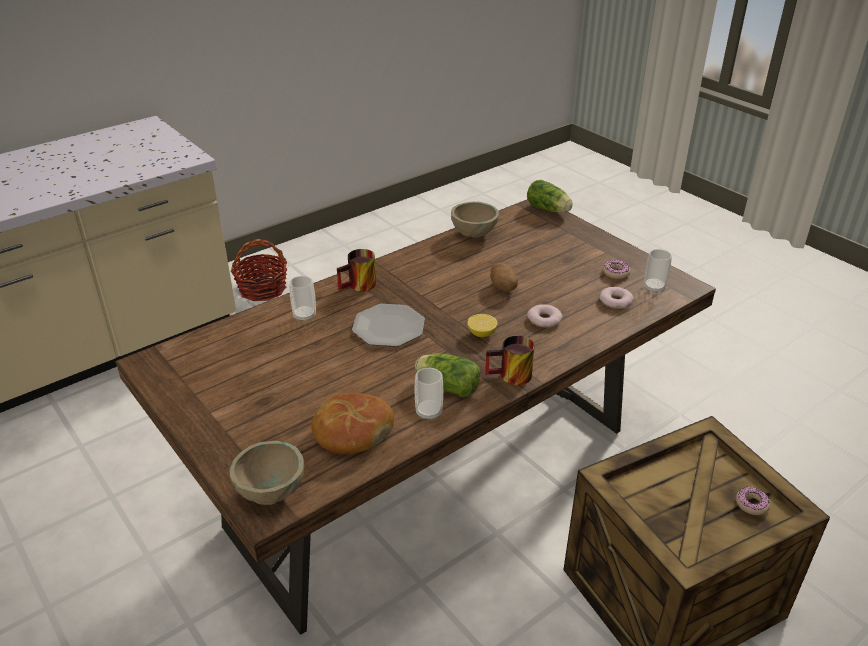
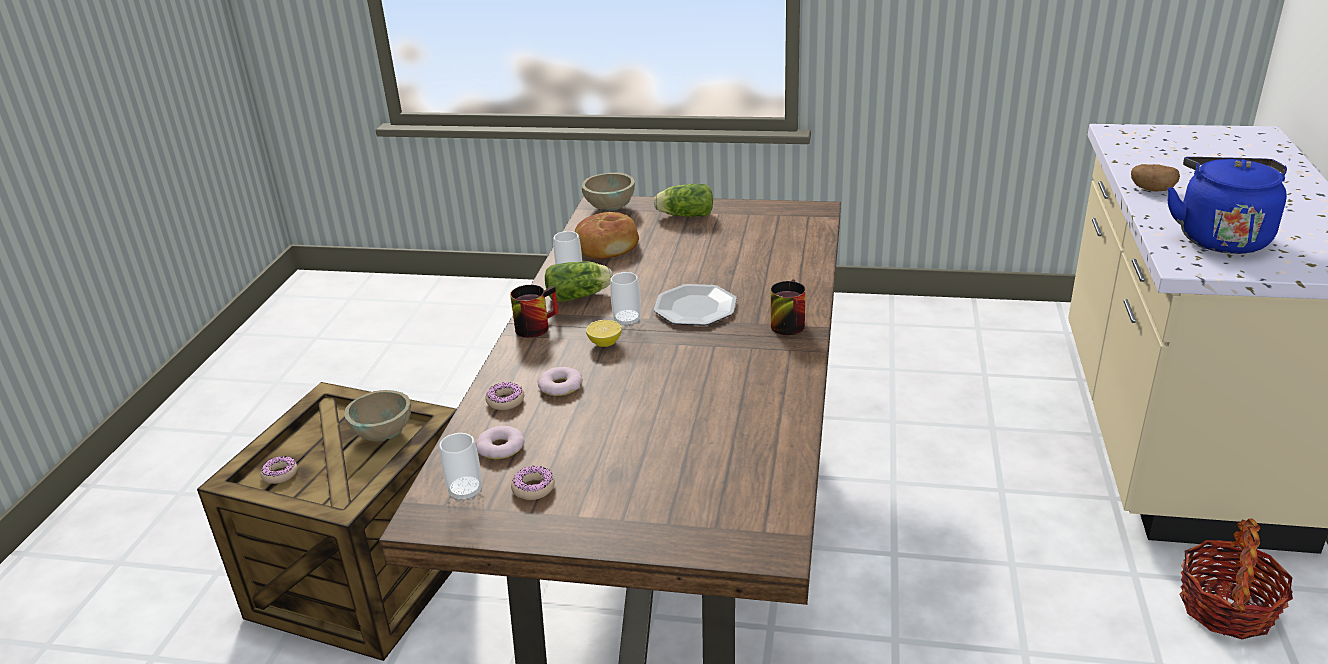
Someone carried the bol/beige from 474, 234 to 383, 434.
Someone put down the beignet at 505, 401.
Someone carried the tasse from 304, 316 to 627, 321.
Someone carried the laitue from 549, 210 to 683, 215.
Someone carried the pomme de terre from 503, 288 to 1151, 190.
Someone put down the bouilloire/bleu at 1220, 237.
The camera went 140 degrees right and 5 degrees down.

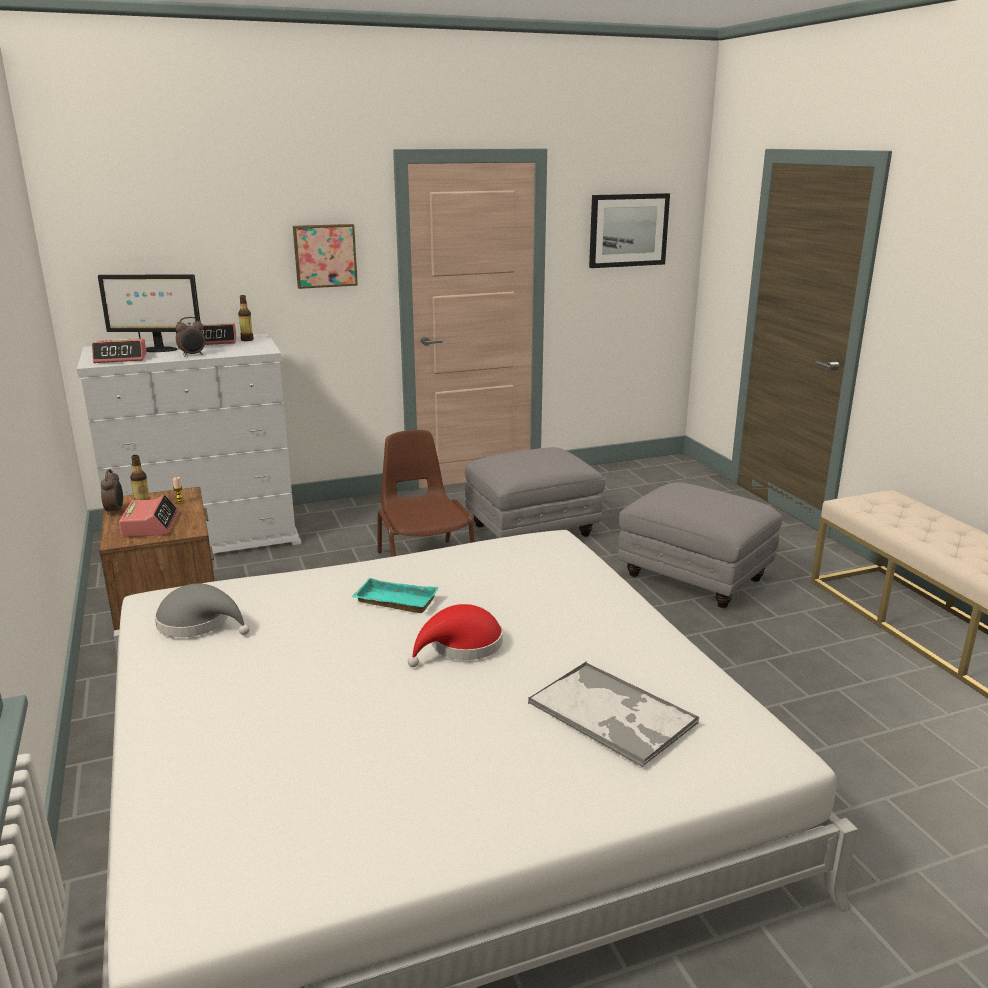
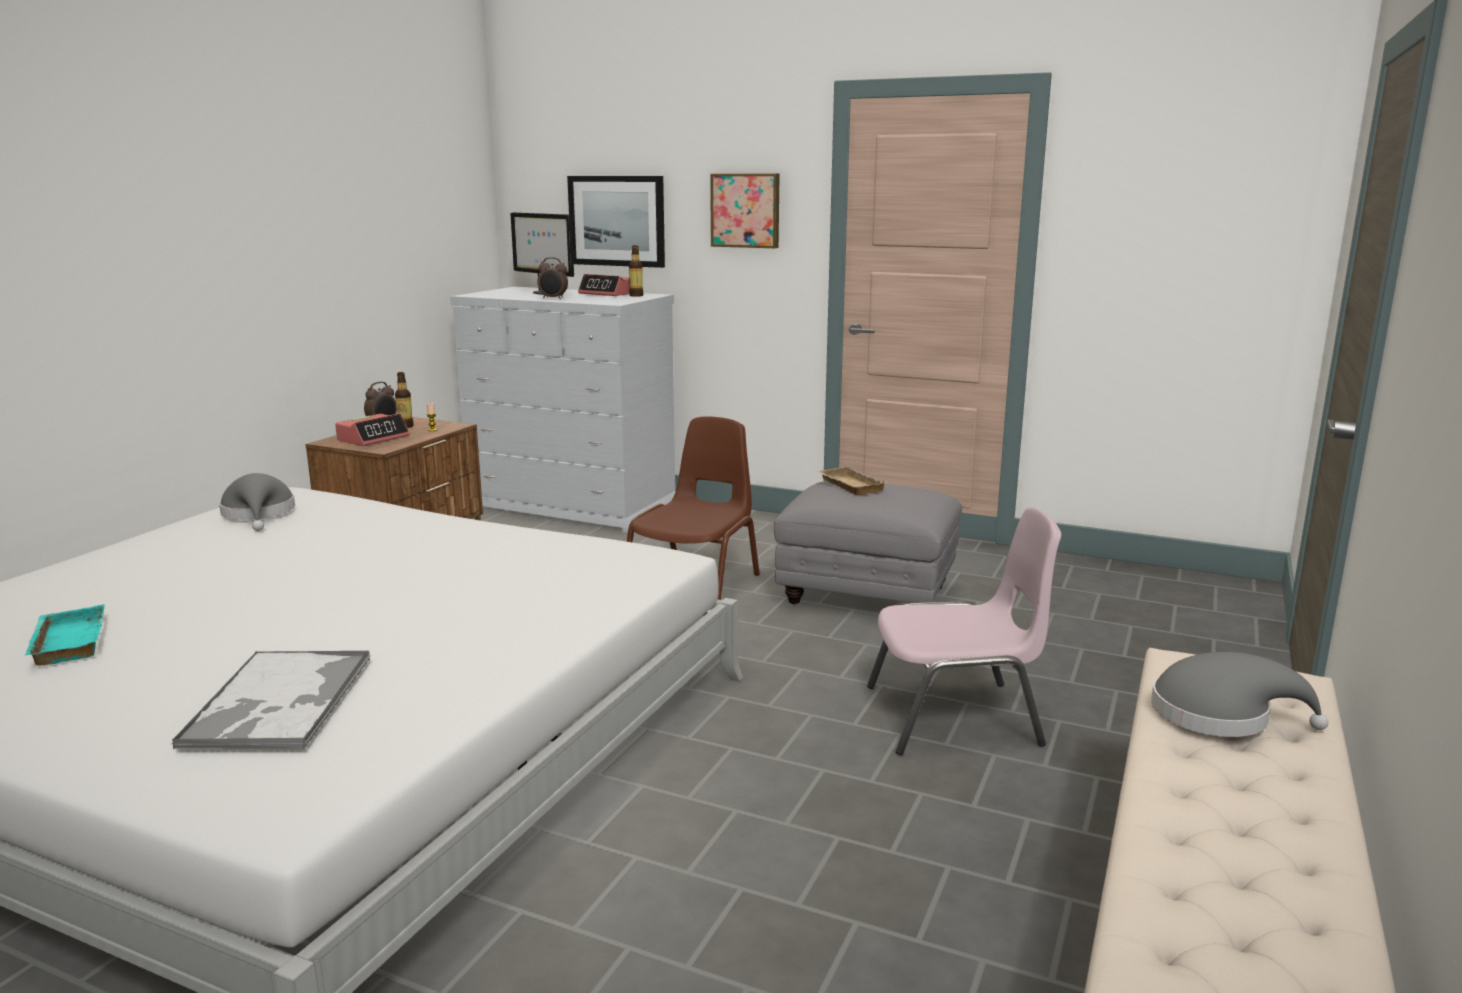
Someone carried the plateau/turquoise from 394, 602 to 66, 642.
Someone carried the tableau from 628, 230 to 617, 221.
Someone put down the plateau/beige at 848, 486.
Someone swapped the pouf/gris at 695, 578 for the chaise/rose at 955, 717.
Someone put down the chapeau/gris at 1220, 715.
Someone took away the réveil at 121, 358.
Someone took away the chapeau/rouge at 461, 646.
The camera went 45 degrees right and 5 degrees down.

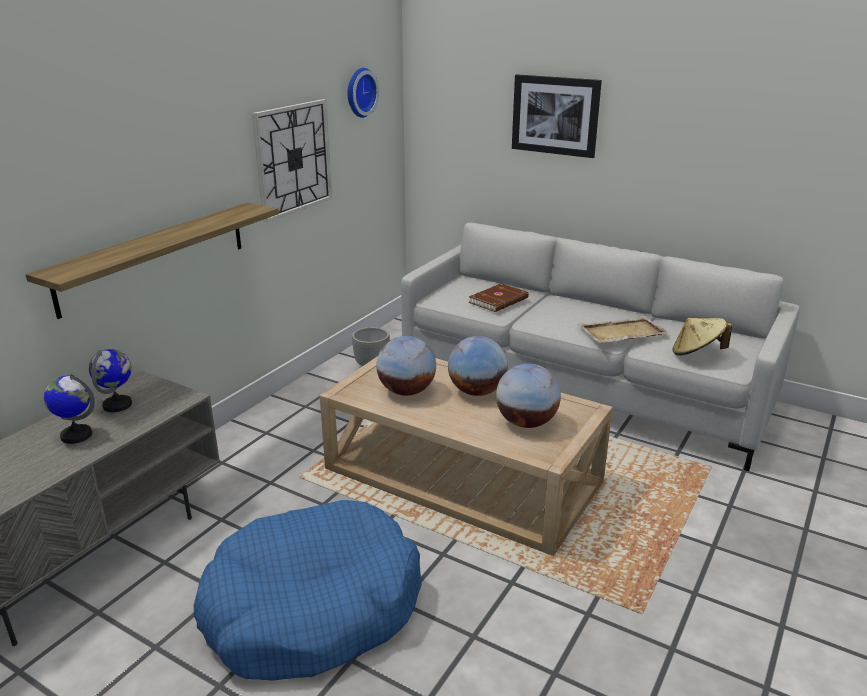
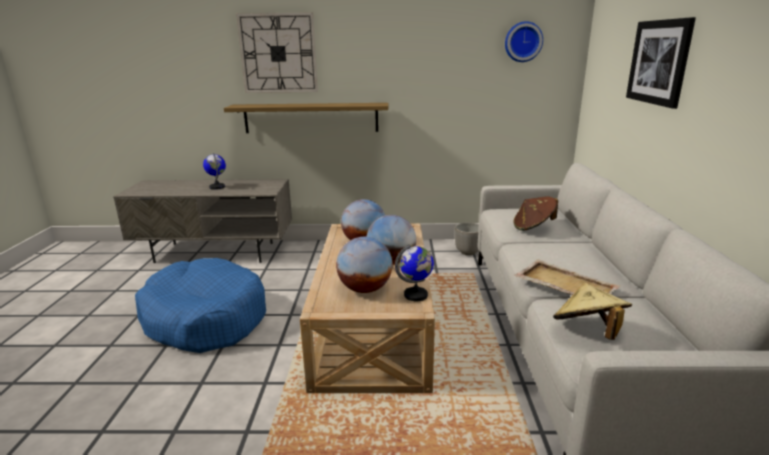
Someone carried the horloge murale from 293, 159 to 278, 53.
Someone carried the globe from 118, 405 to 416, 295.
Someone swapped the livre/marron at 499, 300 for the chapeau/marron at 533, 227.
The camera went 60 degrees right and 5 degrees down.

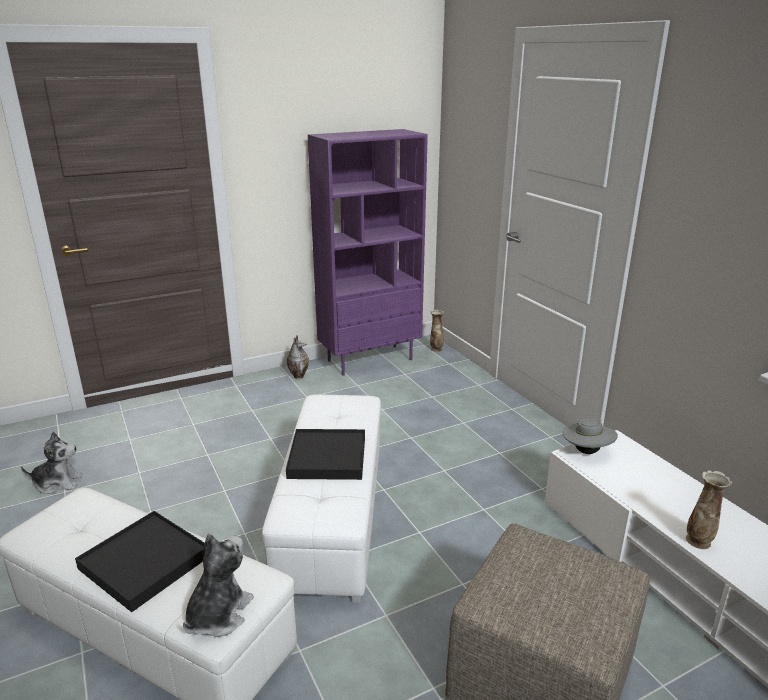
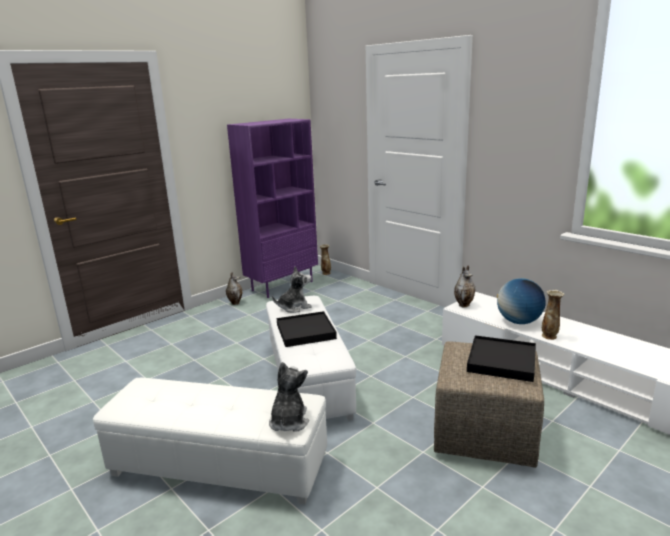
Someone carried the peluche from 58, 483 to 294, 307.
Someone swapped the chapeau/gris at 587, 451 for the vase at 464, 305.
Someone carried the plateau/noir from 144, 563 to 502, 361.
Someone put down the globe at 519, 322.
The camera went 15 degrees left and 5 degrees down.

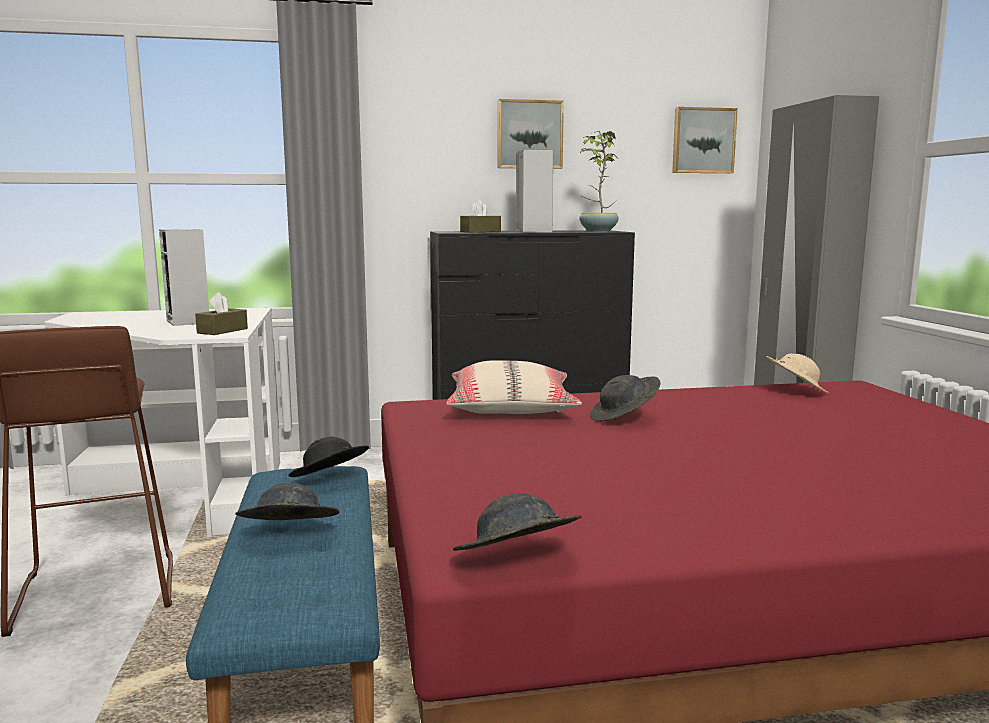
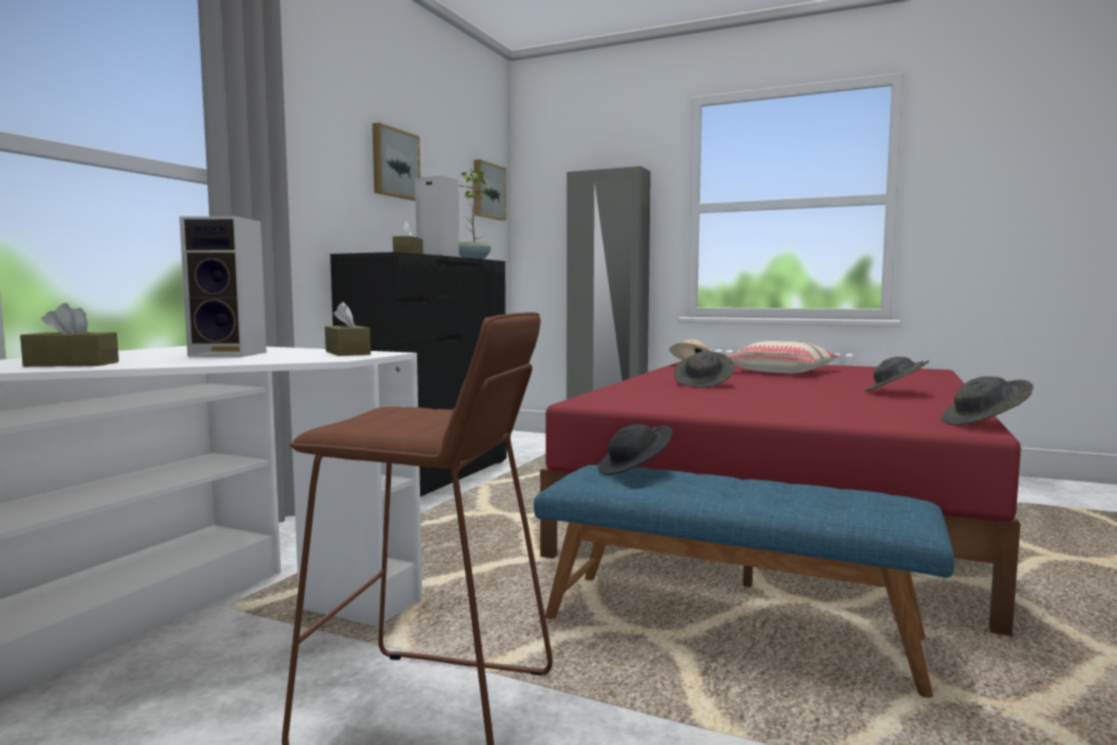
Someone put down the boîte à mouchoirs/marron at 72, 364.
Someone carried the coussin/beige from 511, 407 to 782, 371.
Someone carried the chapeau/gris from 288, 536 to 895, 393.
The camera went 55 degrees left and 5 degrees down.

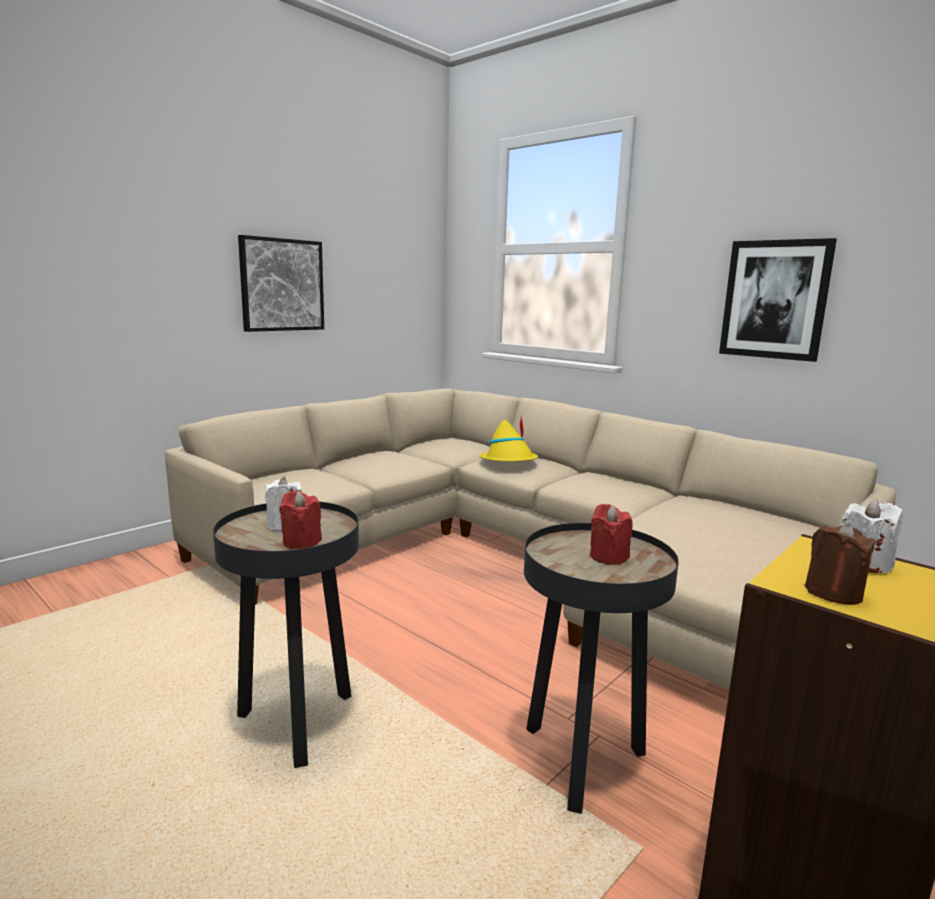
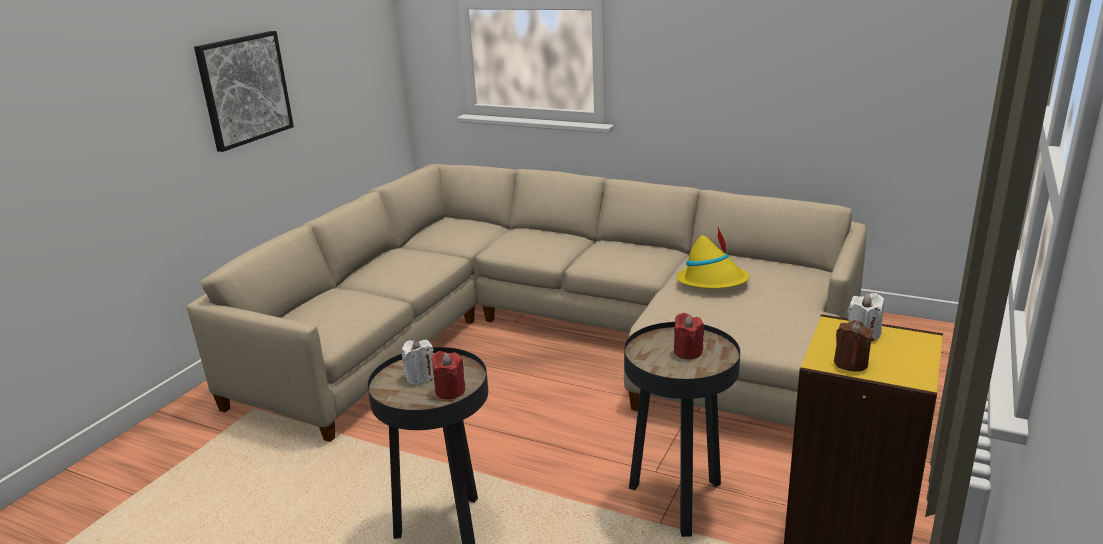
Someone carried the chapeau/jaune from 509, 461 to 713, 282.
Someone took away the tableau at 775, 300.
The camera went 15 degrees left and 10 degrees up.

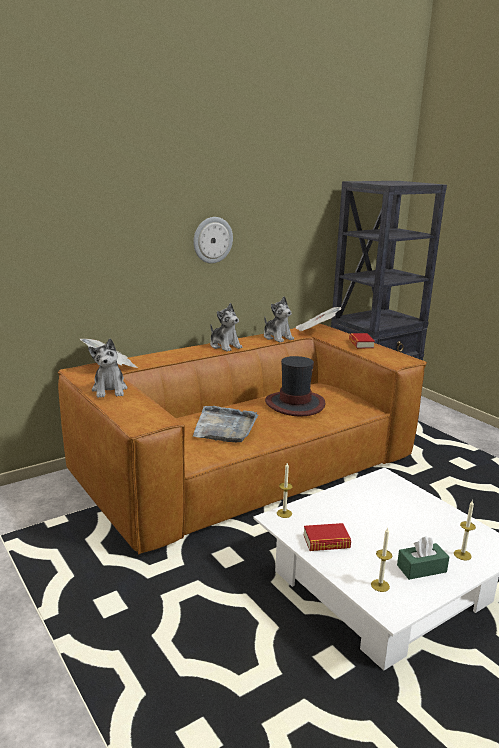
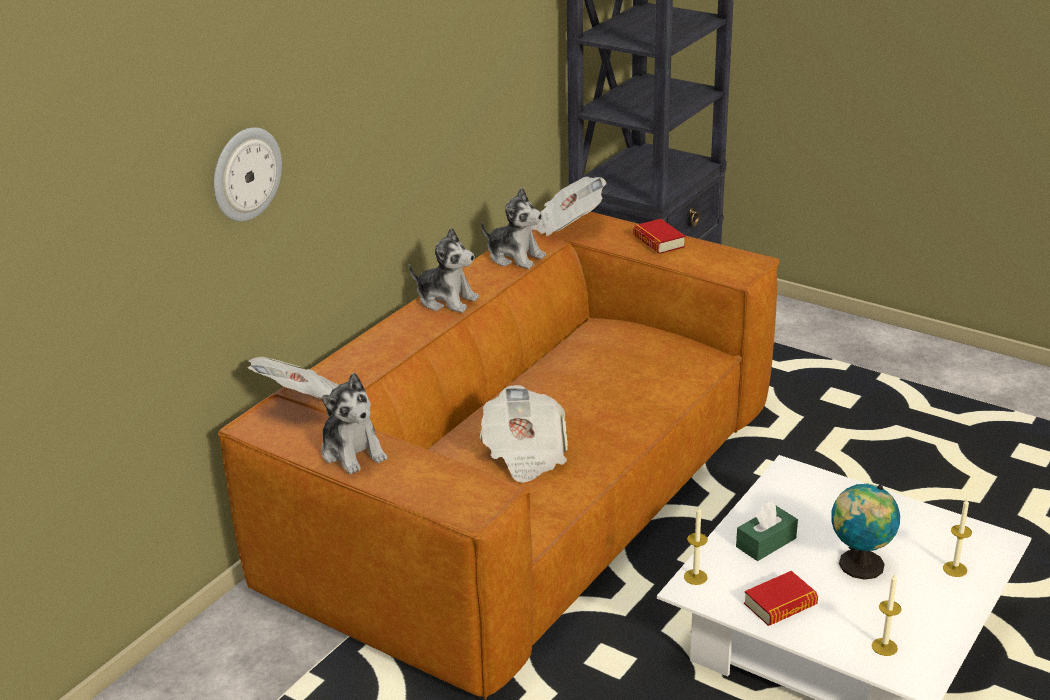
Someone carried the horloge murale from 212, 240 to 245, 174.
Someone swapped the plateau/gris at 225, 427 for the journal at 525, 455.
Someone carried the boîte à mouchoirs/vert from 421, 568 to 766, 542.
Someone put down the globe at 859, 566.
Someone took away the chapeau at 295, 404.
The camera went 20 degrees left and 10 degrees up.

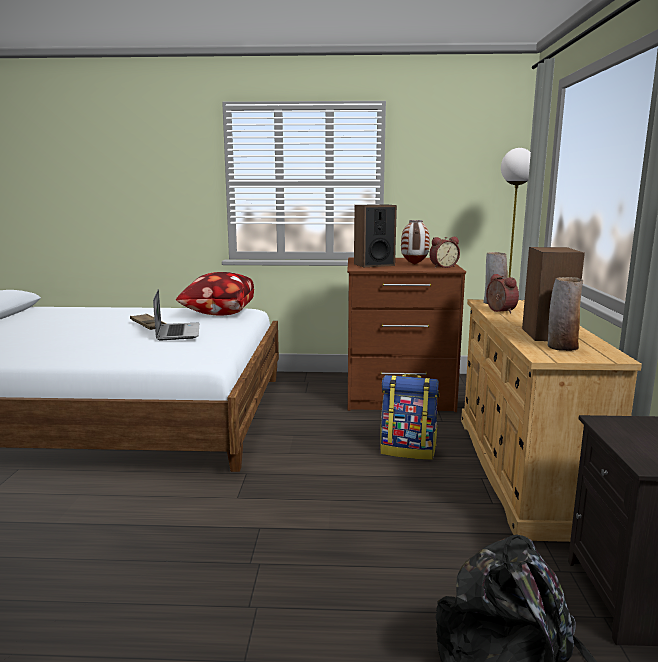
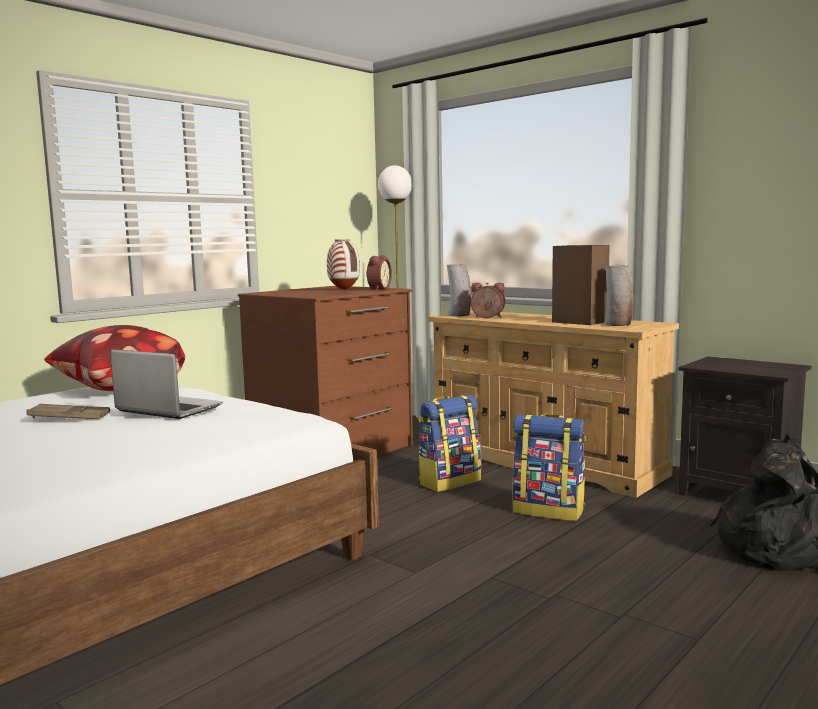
Someone put down the sac à dos at 549, 510.
Someone took away the enceinte at 373, 264.
The camera went 50 degrees left and 5 degrees down.

